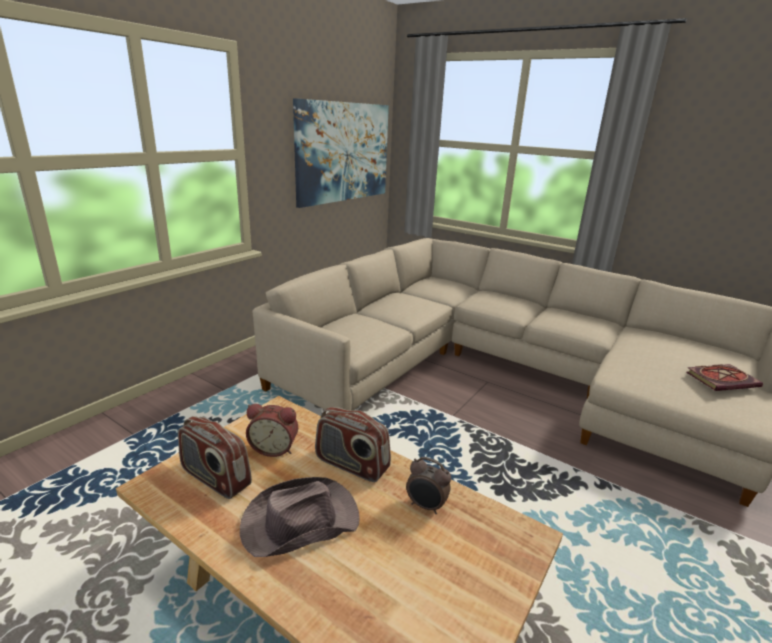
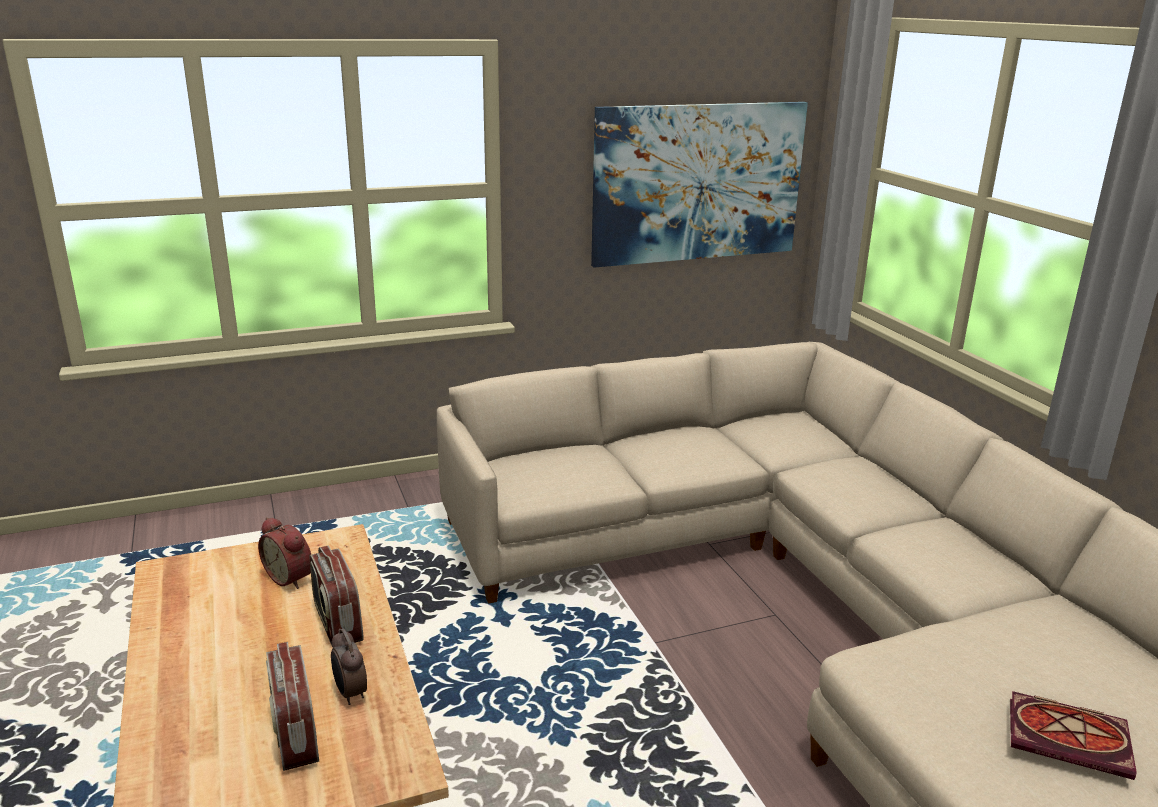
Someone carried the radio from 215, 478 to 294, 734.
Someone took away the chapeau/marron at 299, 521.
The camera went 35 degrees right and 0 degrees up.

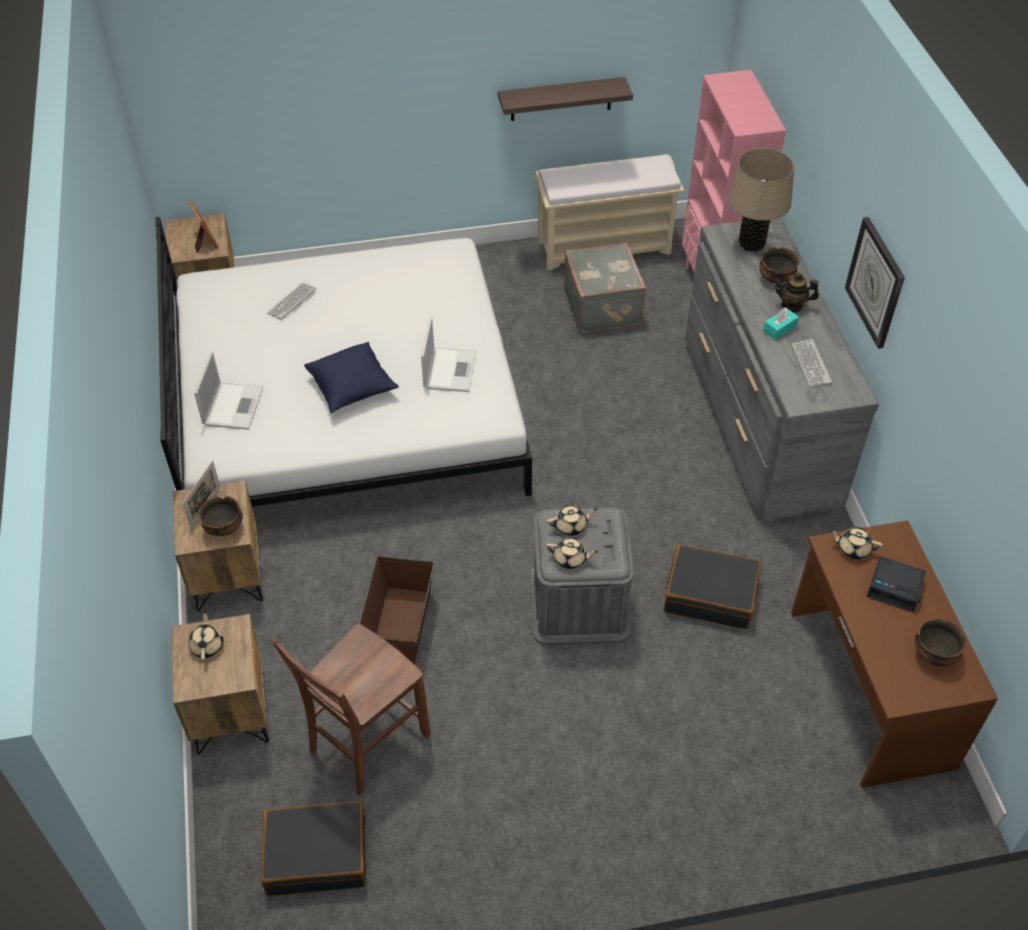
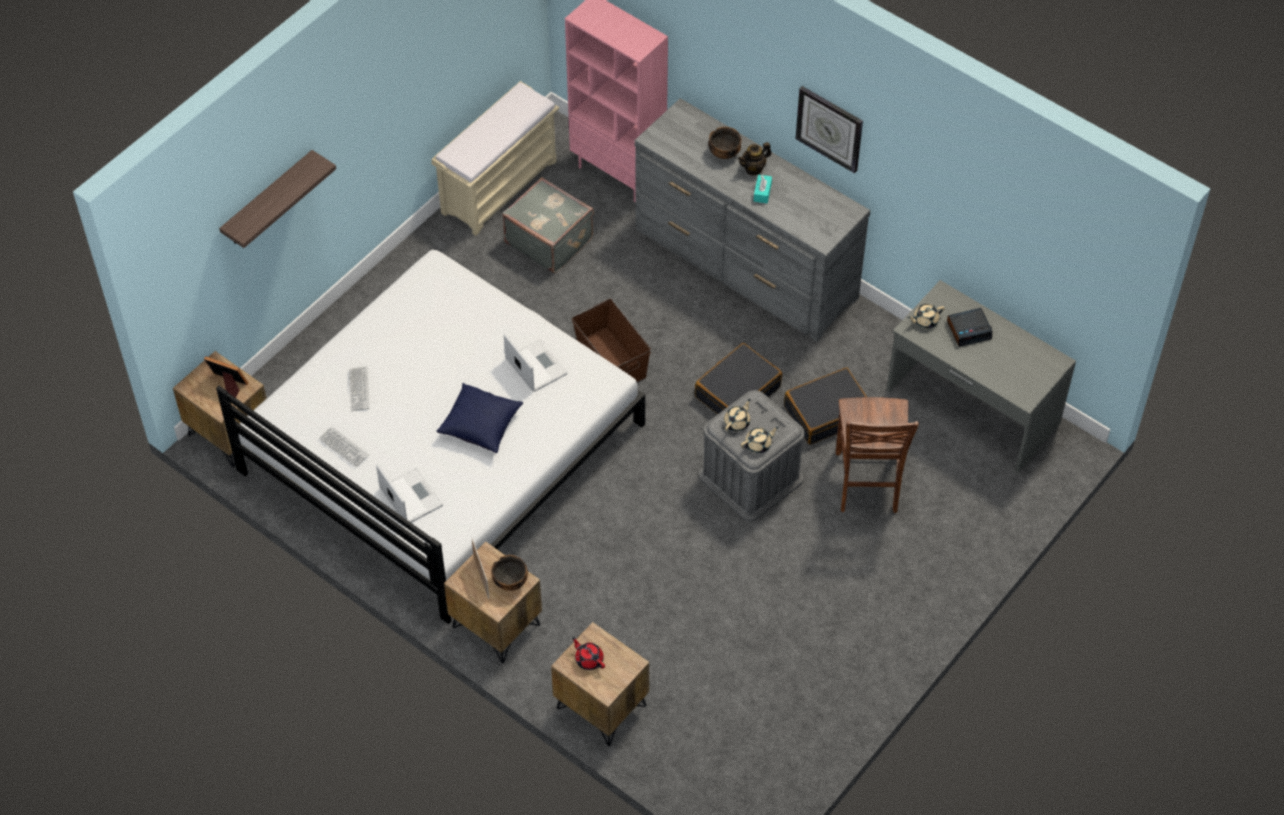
Someone carried the étagère from 561, 99 to 268, 200.
Someone carried the clavier from 811, 364 to 344, 447.
Someone carried the boîte de rangement/marron from 399, 628 to 611, 359.
Someone repainted the théière/beige at 207, 645, which became the théière/rouge at 589, 659.
Someone carried the valise/noir from 316, 854 to 737, 391.
Someone carried the chaise/marron from 366, 743 to 867, 483.
Someone repainted the bureau/marron at 868, 688, which became the bureau/gris at 971, 408.
Someone took away the lampe de table/beige at 751, 244.
Someone took away the bol at 934, 655.
The camera went 40 degrees left and 5 degrees up.

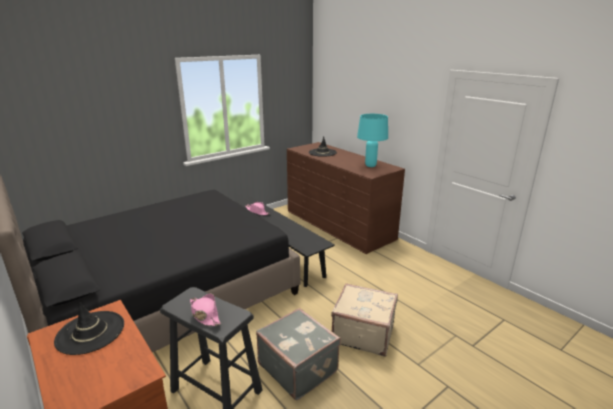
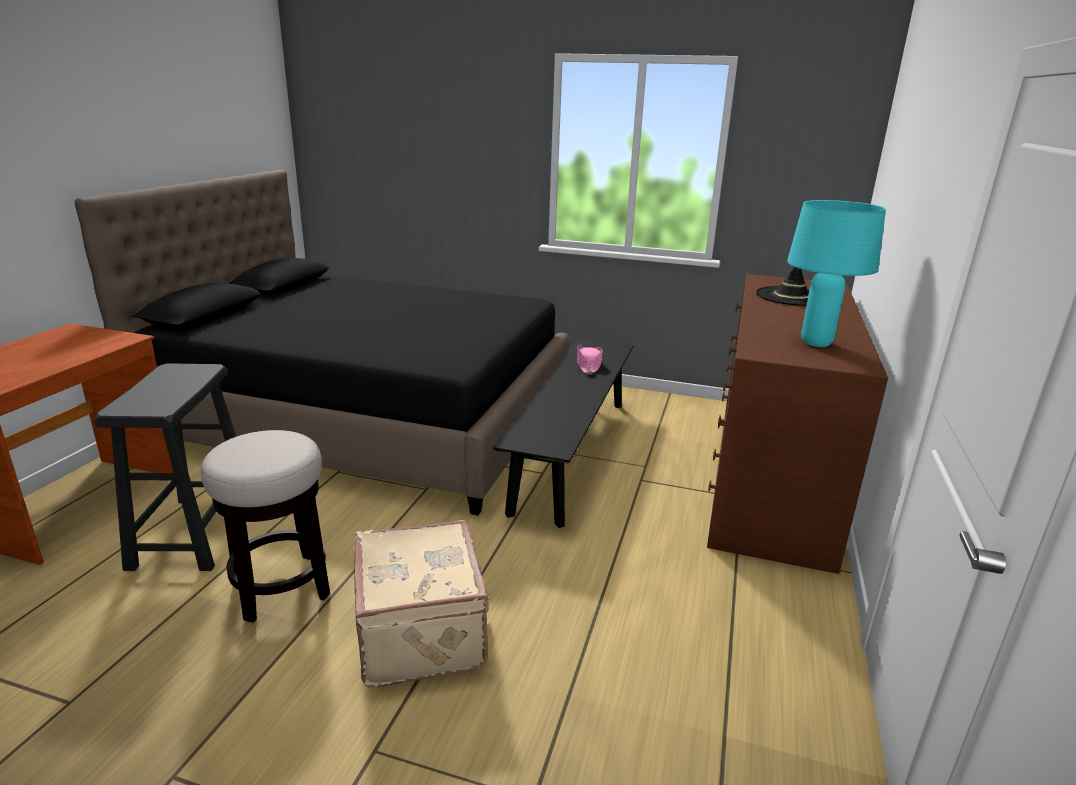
Someone swapped the valise/gris at 298, 367 for the tabouret at 281, 587.
Someone took away the chapeau/noir at 90, 332.
Someone took away the chapeau/rose at 204, 314.
The camera went 55 degrees right and 0 degrees up.

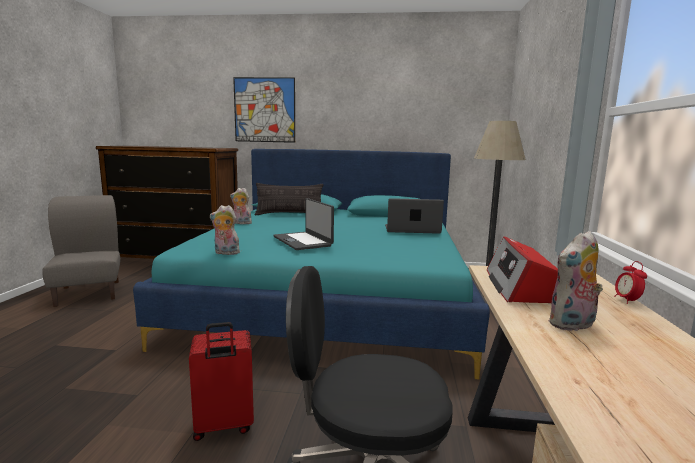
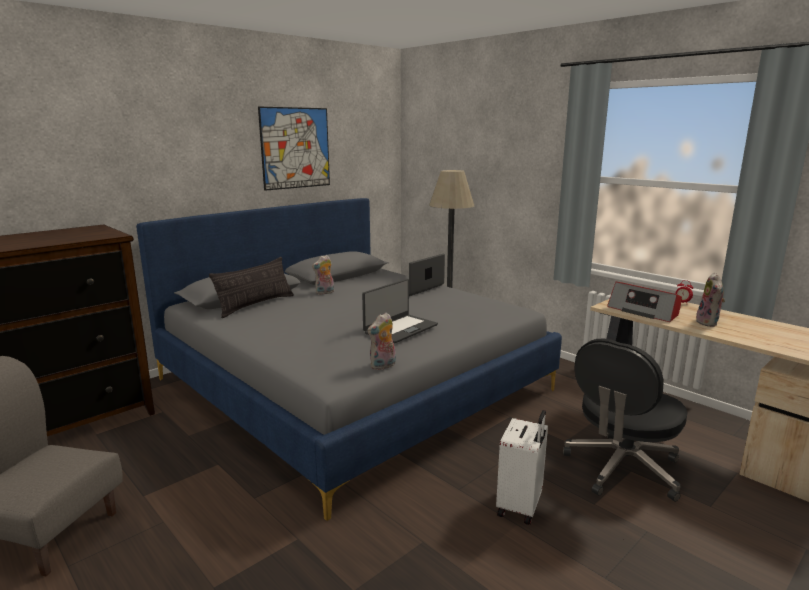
Someone repainted the lit/turquoise at 331, 298, which became the lit/gris at 352, 384.
Someone carried the tableau from 264, 110 to 295, 148.
Someone carried the peluche from 241, 223 to 325, 293.
Someone rotated the ordinateur portable at 303, 241 by 60 degrees counterclockwise.
Someone repainted the valise/rouge at 223, 426, which became the valise/blanc at 520, 506.
The camera went 50 degrees left and 5 degrees up.

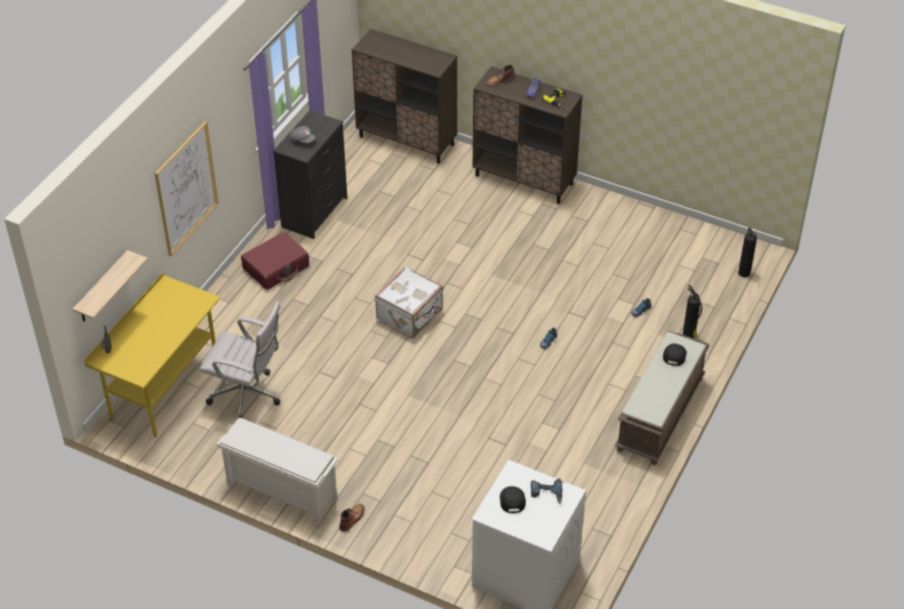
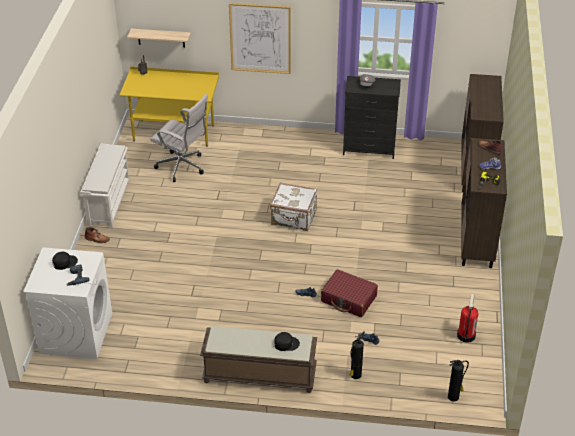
Someone rotated the chaise de bureau/blanc at 248, 396 by 60 degrees counterclockwise.
Someone carried the valise/rouge from 276, 267 to 349, 299.
Someone put down the extincteur at 465, 335.
The camera went 70 degrees right and 5 degrees down.

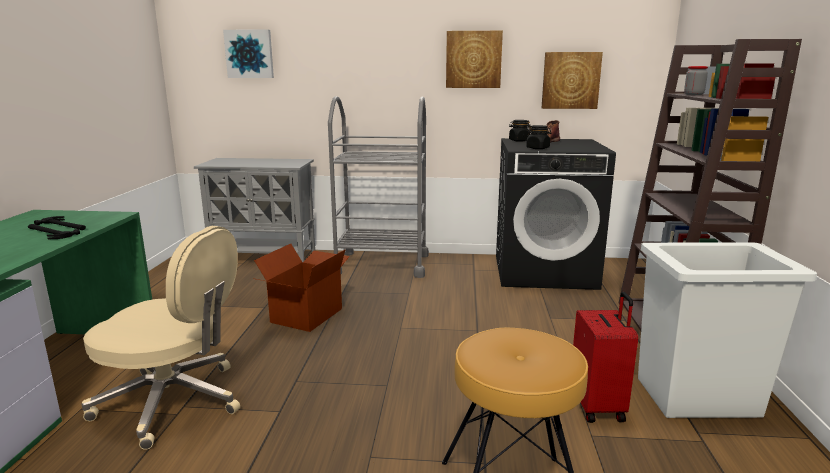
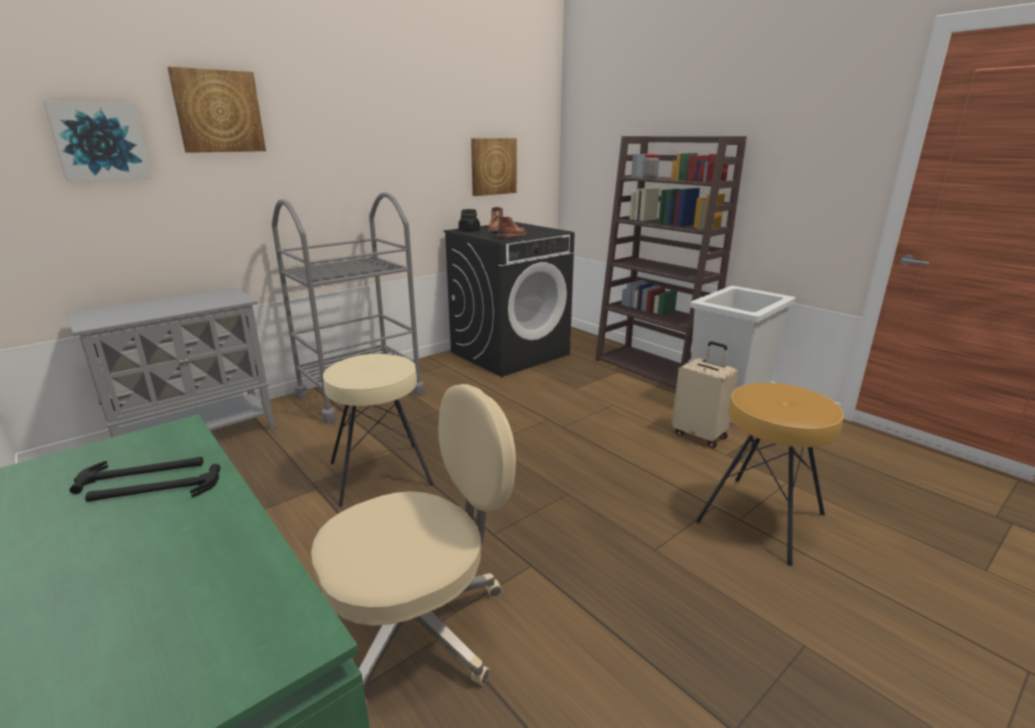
Someone carried the tableau from 473, 59 to 218, 111.
Someone swapped the carton at 305, 315 for the tabouret/beige at 380, 474.
Someone swapped the bocal/noir at 538, 148 for the botte/marron at 512, 236.
Someone repainted the valise/rouge at 598, 406, which became the valise/beige at 700, 435.
The camera went 45 degrees left and 5 degrees up.

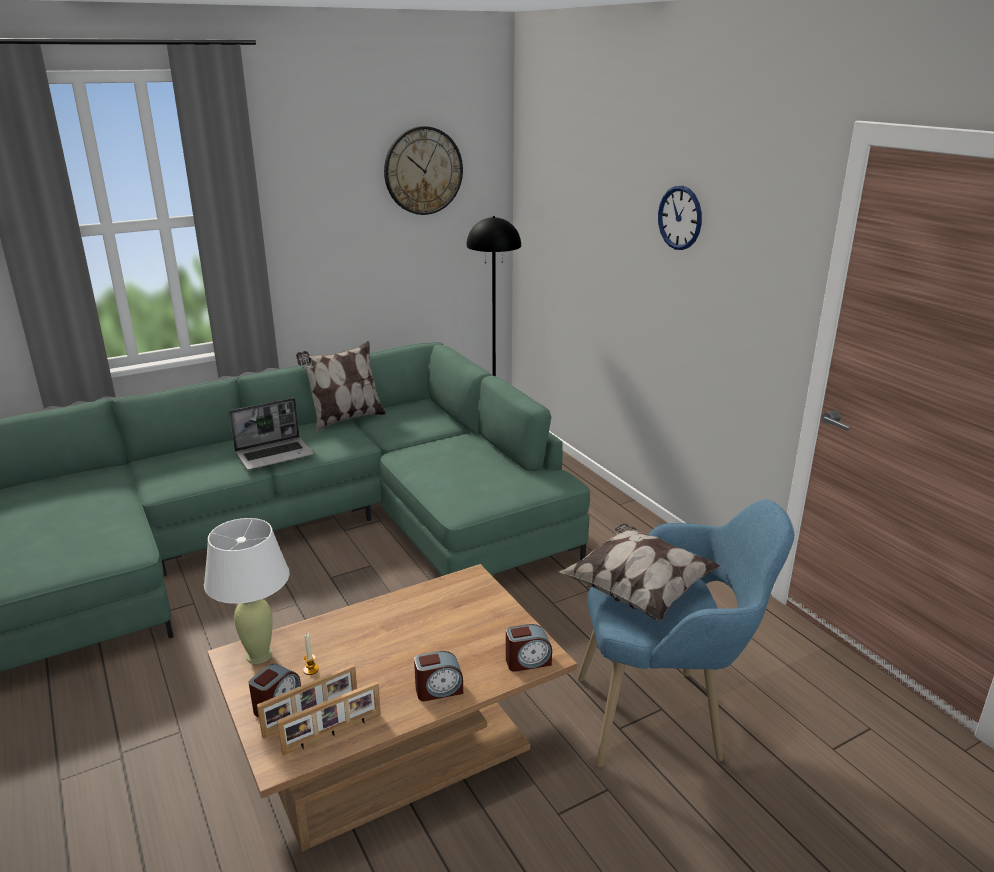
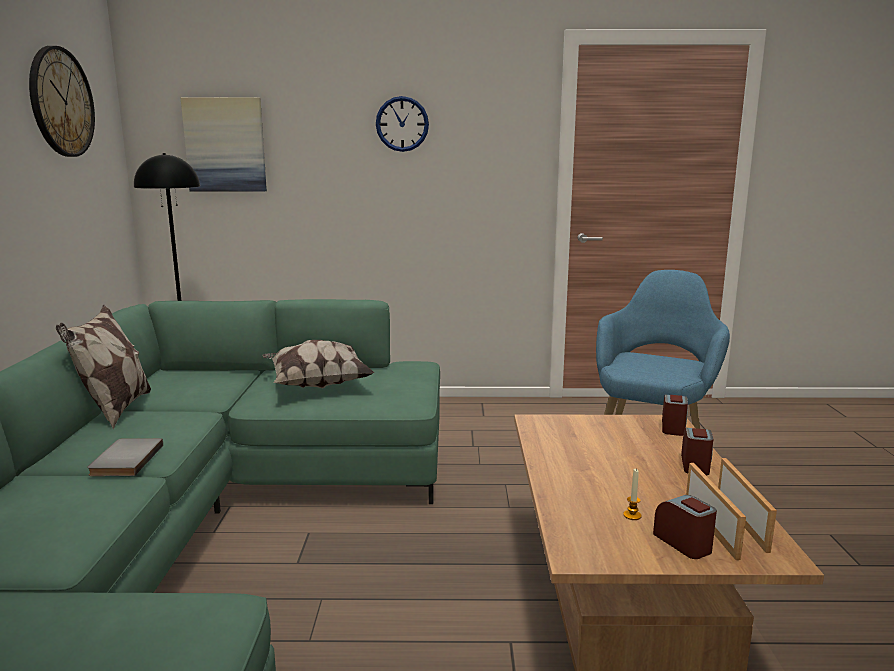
Someone swapped the ordinateur portable at 275, 454 for the livre/gris at 124, 460.
Someone put up the tableau at 225, 145.
Someone carried the coussin from 638, 591 to 317, 385.
Someone took away the lampe de table/blanc at 259, 655.
The camera went 60 degrees left and 10 degrees down.

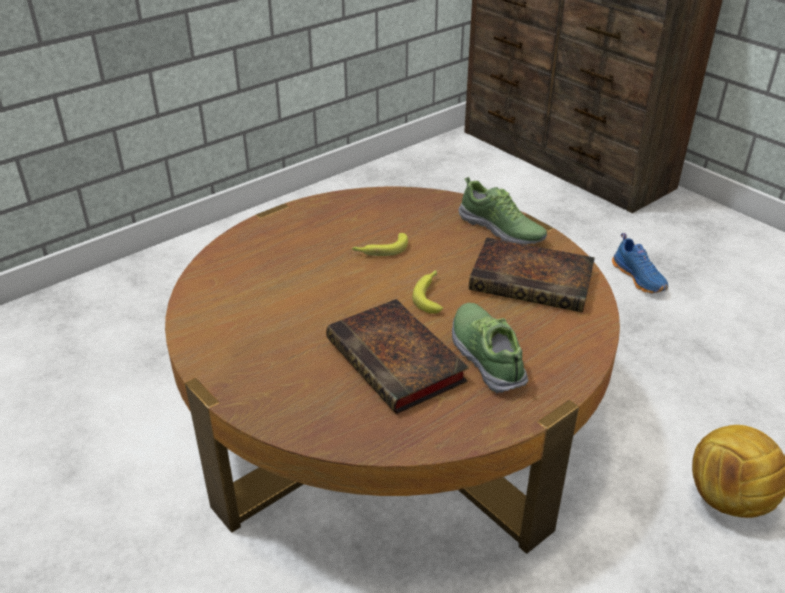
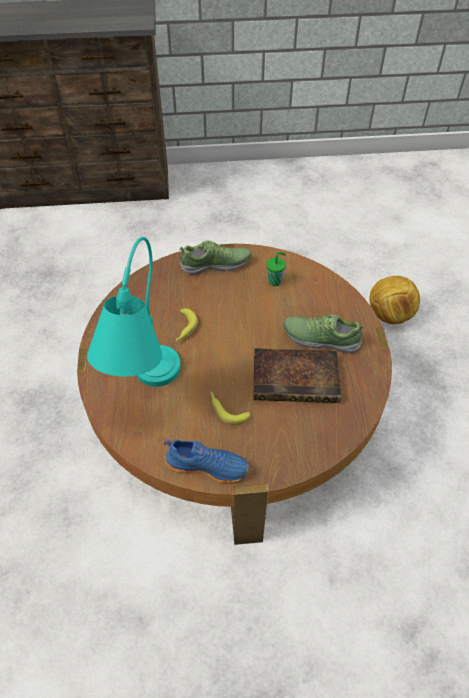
Someone put down the lampe de table/turquoise at 145, 393.
Someone carried the chaussure/bleu from 639, 278 to 207, 465.
Someone carried the banane from 430, 295 to 226, 409.
Someone swapped the livre at 534, 281 for the tasse/vert at 275, 281.
The camera went 55 degrees left and 15 degrees up.

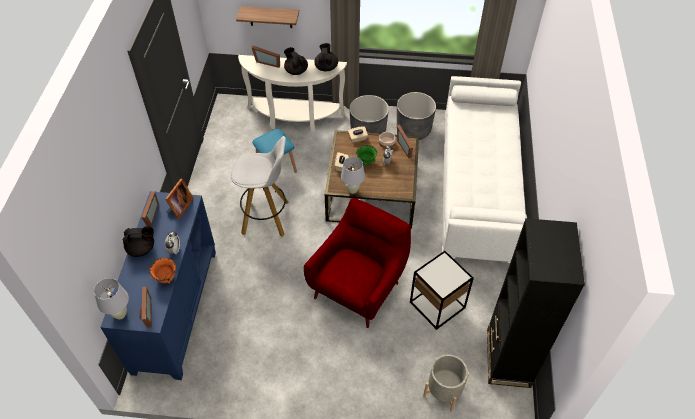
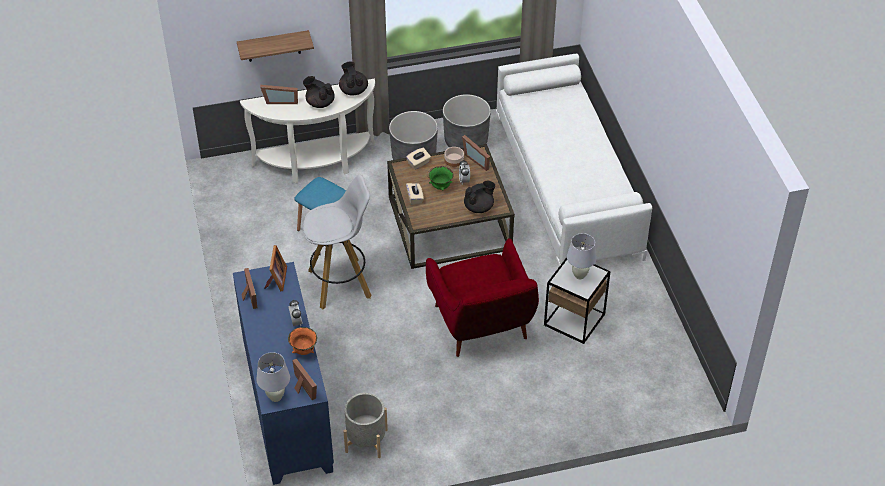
Someone carried the cache-pot/gris from 444, 391 to 366, 440.
Someone rotated the fauteuil/rouge at 359, 287 by 150 degrees clockwise.
Someone carried the théière/noir from 142, 248 to 479, 207.
Someone carried the lampe de table/blanc from 352, 190 to 579, 275.
Someone took away the bibliothèque/noir at 508, 358.
The camera went 20 degrees left and 5 degrees down.

